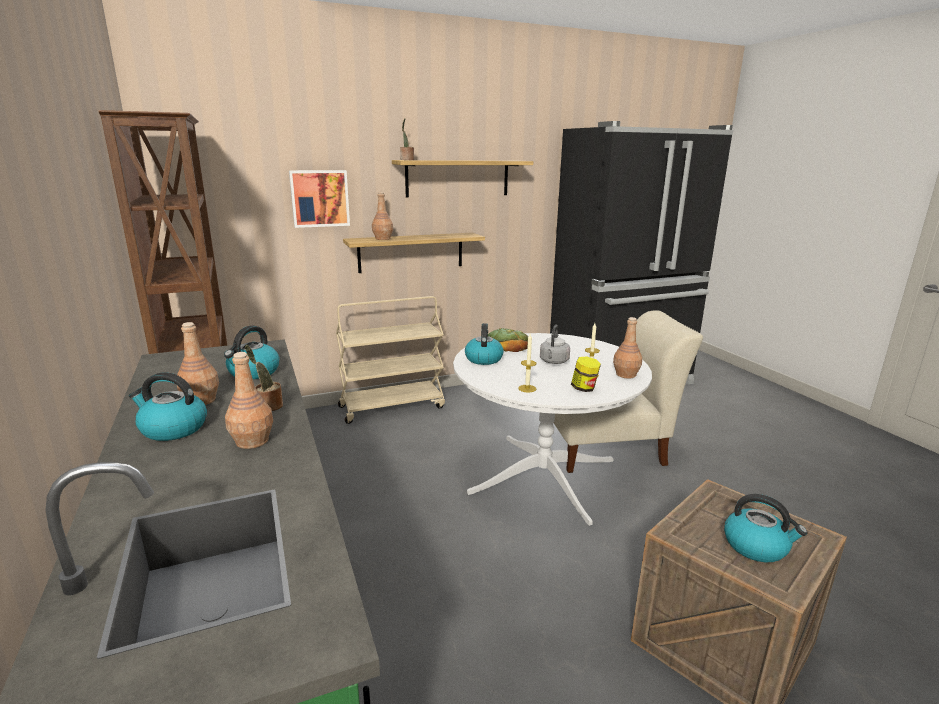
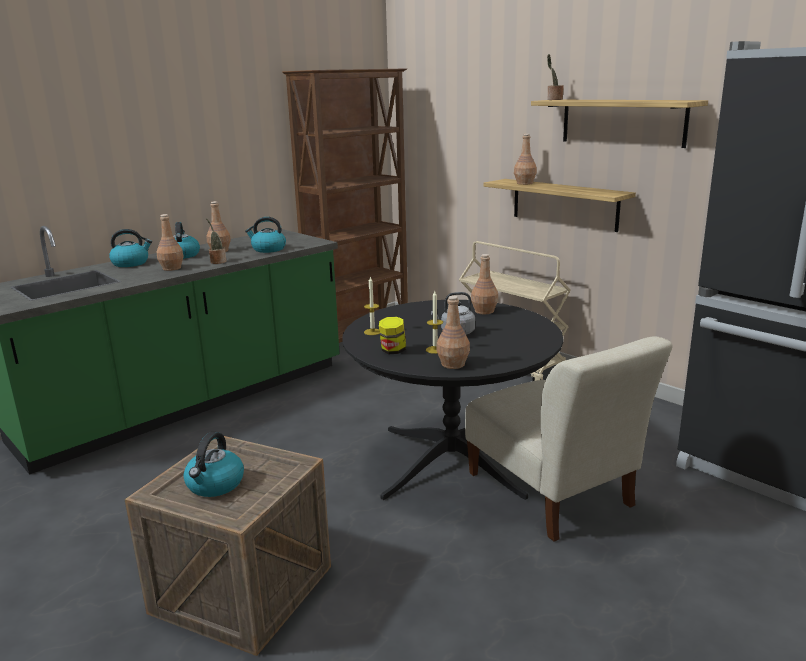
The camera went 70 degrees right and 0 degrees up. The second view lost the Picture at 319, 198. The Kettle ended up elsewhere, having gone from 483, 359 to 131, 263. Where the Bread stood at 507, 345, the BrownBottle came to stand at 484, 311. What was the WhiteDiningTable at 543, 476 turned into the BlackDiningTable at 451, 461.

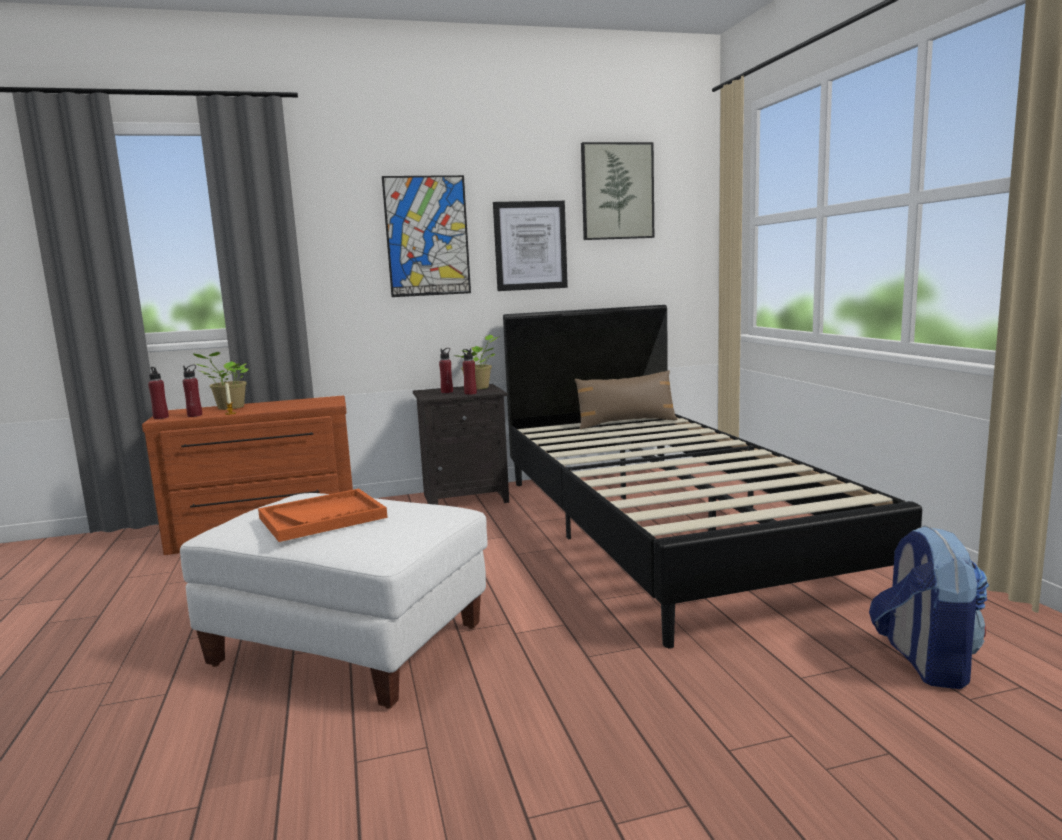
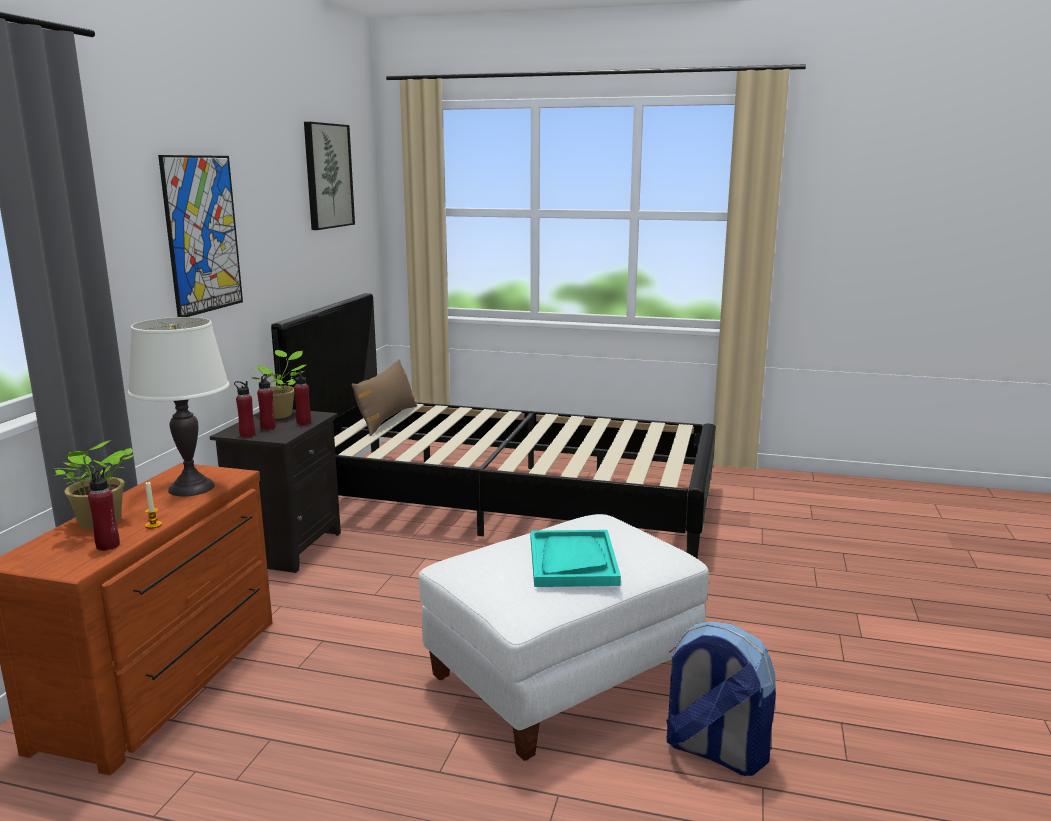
The camera went 60 degrees left and 5 degrees up. The second view lost the Picture at 530, 246. The second view gained the WhiteTableLamp at 191, 488. The RedBottle ended up elsewhere, having gone from 161, 417 to 247, 435. The Backpack ended up elsewhere, having gone from 924, 662 to 713, 751. What was the OrangeTray at 323, 517 turned into the TurquoiseTray at 572, 561.

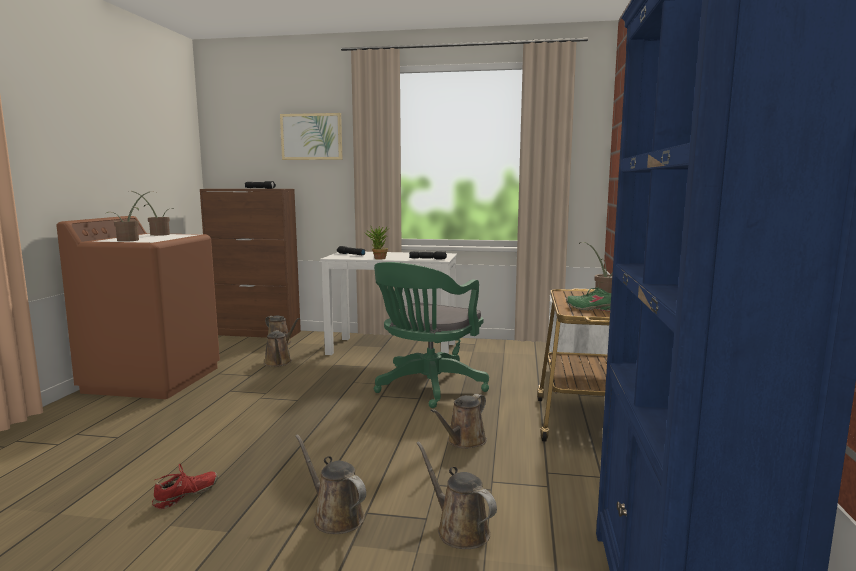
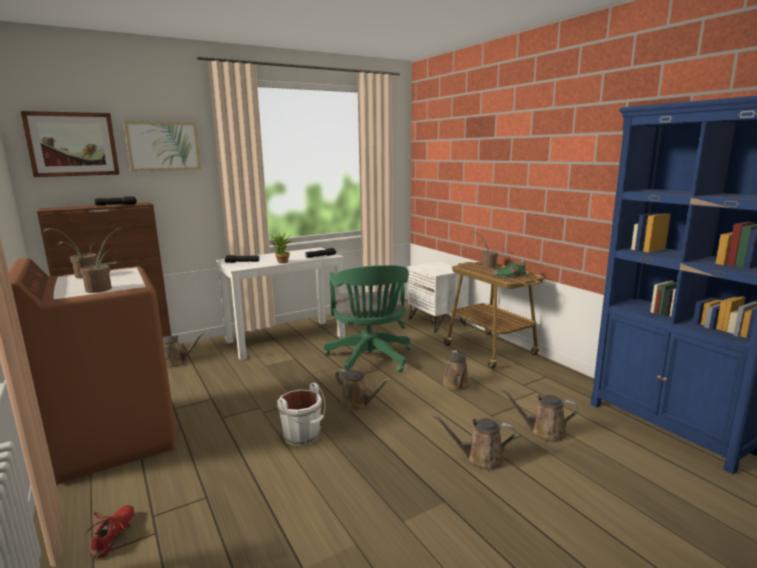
The camera went 40 degrees left and 5 degrees up. The second view gained the Picture at 72, 144. The second view gained the WhiteBucket at 303, 436. The RedShoe ended up elsewhere, having gone from 186, 495 to 114, 536. The BrownWateringCan ended up elsewhere, having gone from 278, 363 to 358, 403.

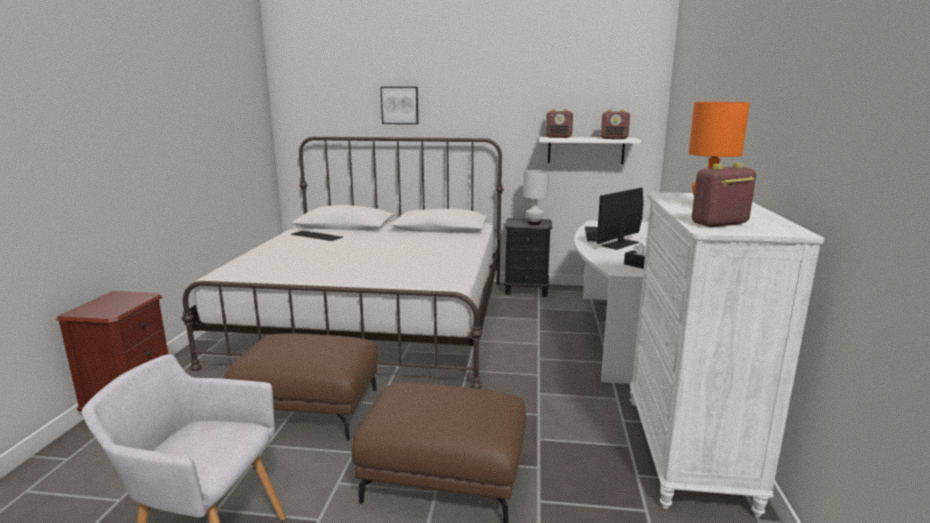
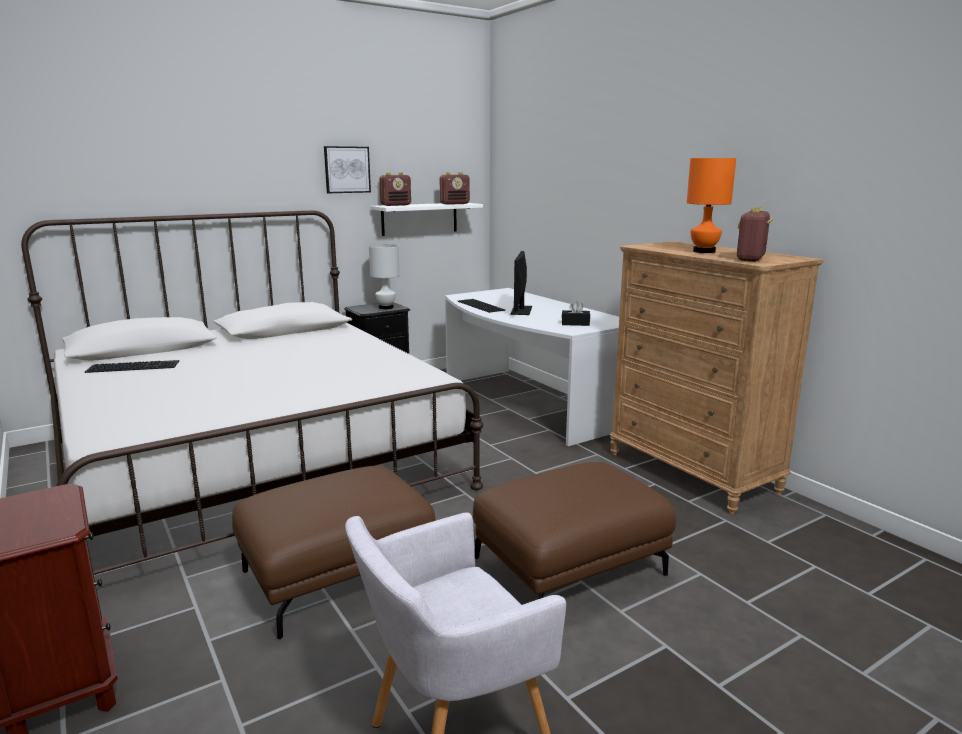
The camera went 40 degrees left and 0 degrees up. The Picture ended up elsewhere, having gone from 400, 105 to 347, 169. What was the WhiteDresser at 687, 451 turned into the BrownDresser at 692, 472.

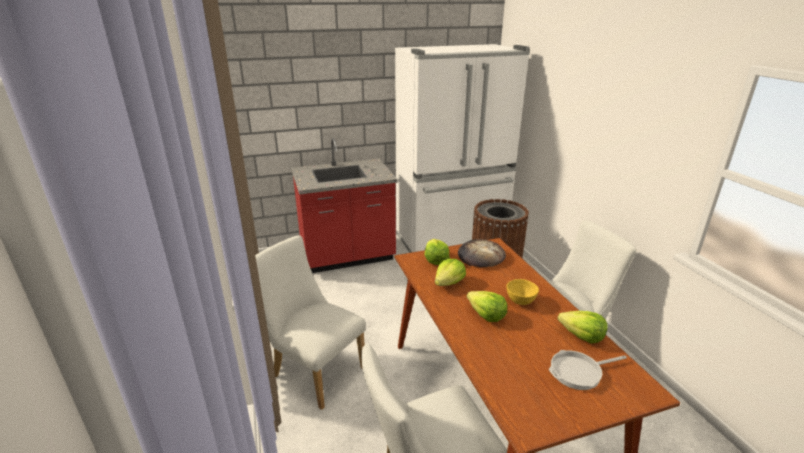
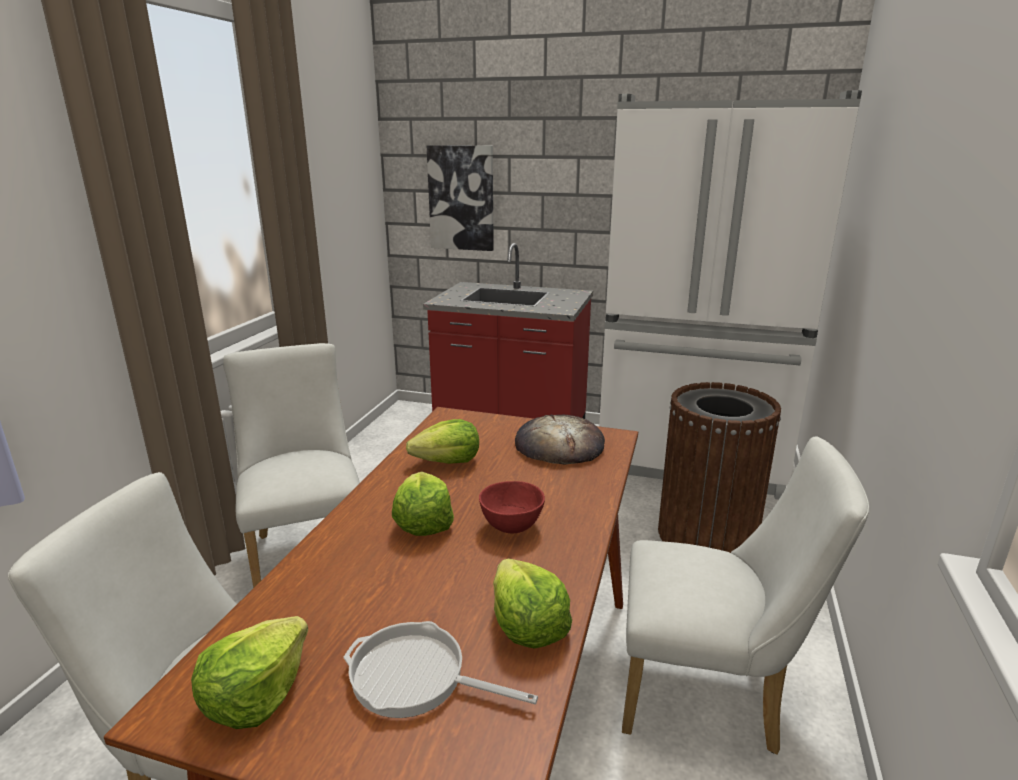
The camera went 35 degrees right and 5 degrees down. The second view gained the Picture at 461, 198. The Lettuce ended up elsewhere, having gone from 435, 260 to 256, 694. What was the YellowBowl at 520, 301 turned into the RedBowl at 510, 526.

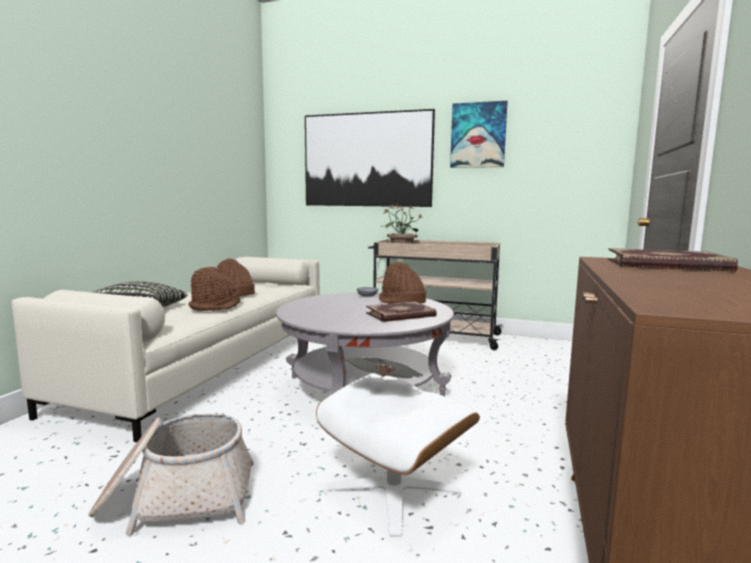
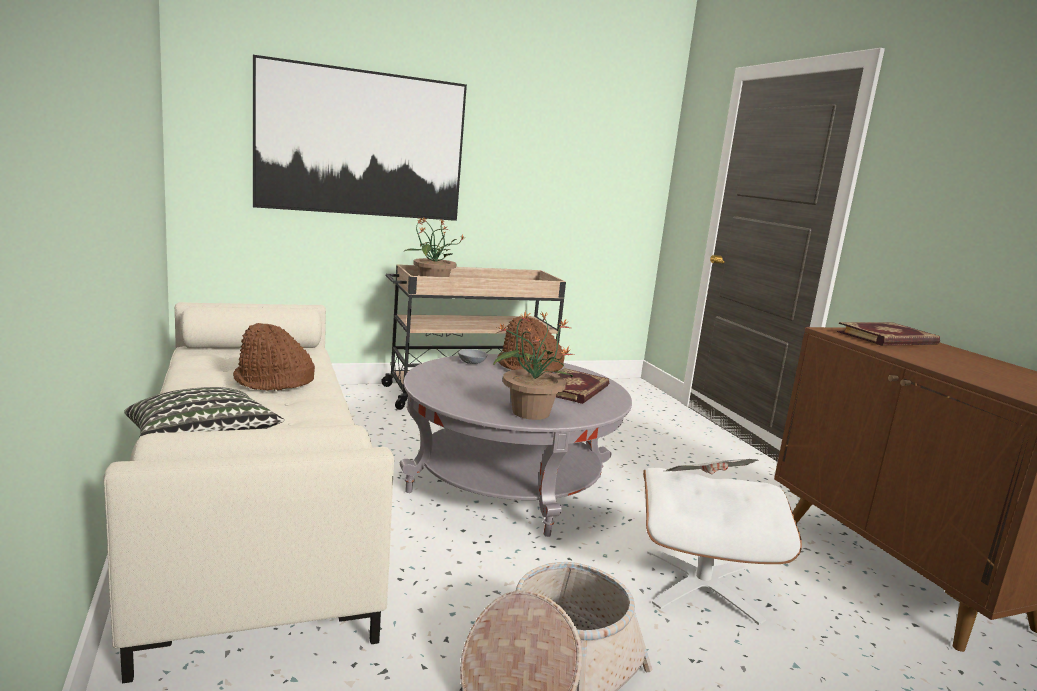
The camera went 40 degrees left and 5 degrees up. The second view lost the BrownHat at 215, 307. The second view lost the Picture at 478, 135. The second view gained the PottedPlant at 529, 412.

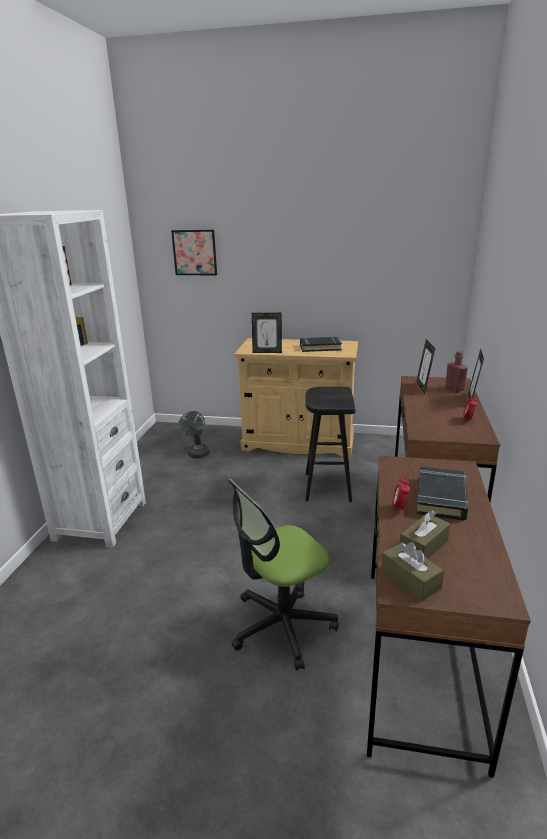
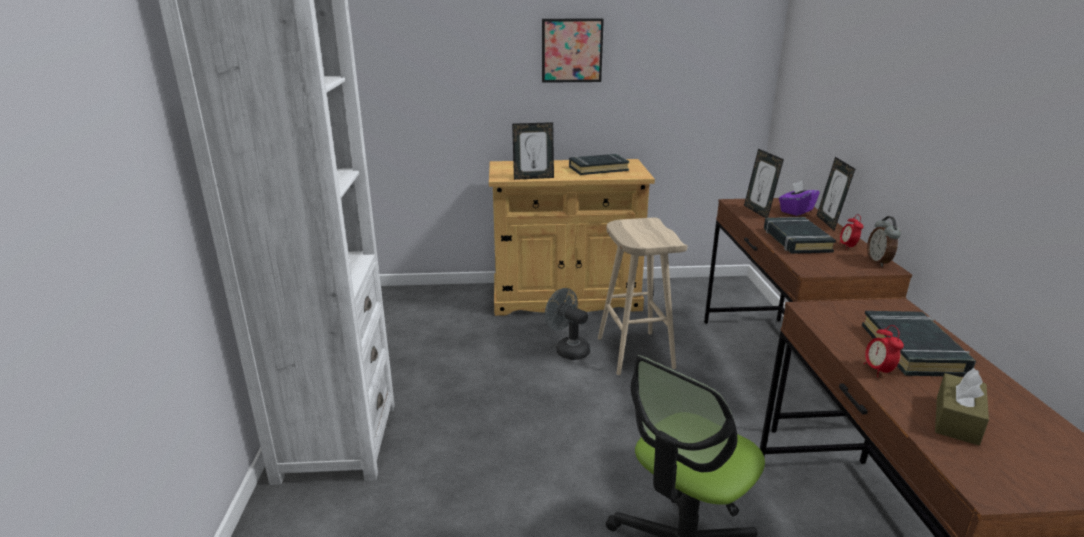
The camera went 15 degrees left and 0 degrees up. The second view lost the BrownTissueBox at 410, 579. The second view gained the BlackBook at 796, 240. The second view gained the AlarmClock at 879, 262. The Picture ended up elsewhere, having gone from 194, 252 to 572, 50. The GreyFan ended up elsewhere, having gone from 196, 452 to 568, 349. Where the RedBottle stood at 454, 388, the PurpleTissueBox came to stand at 796, 211. What was the BlackStool at 327, 486 turned into the BeigeStool at 634, 352.

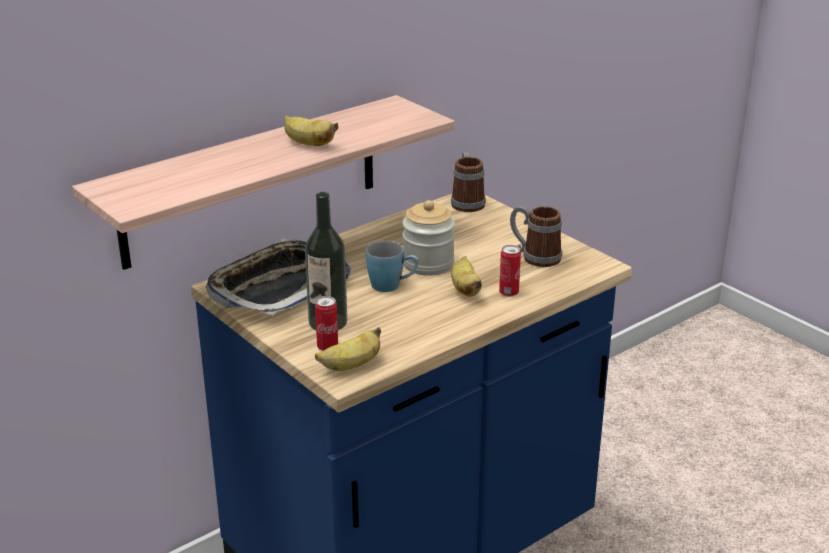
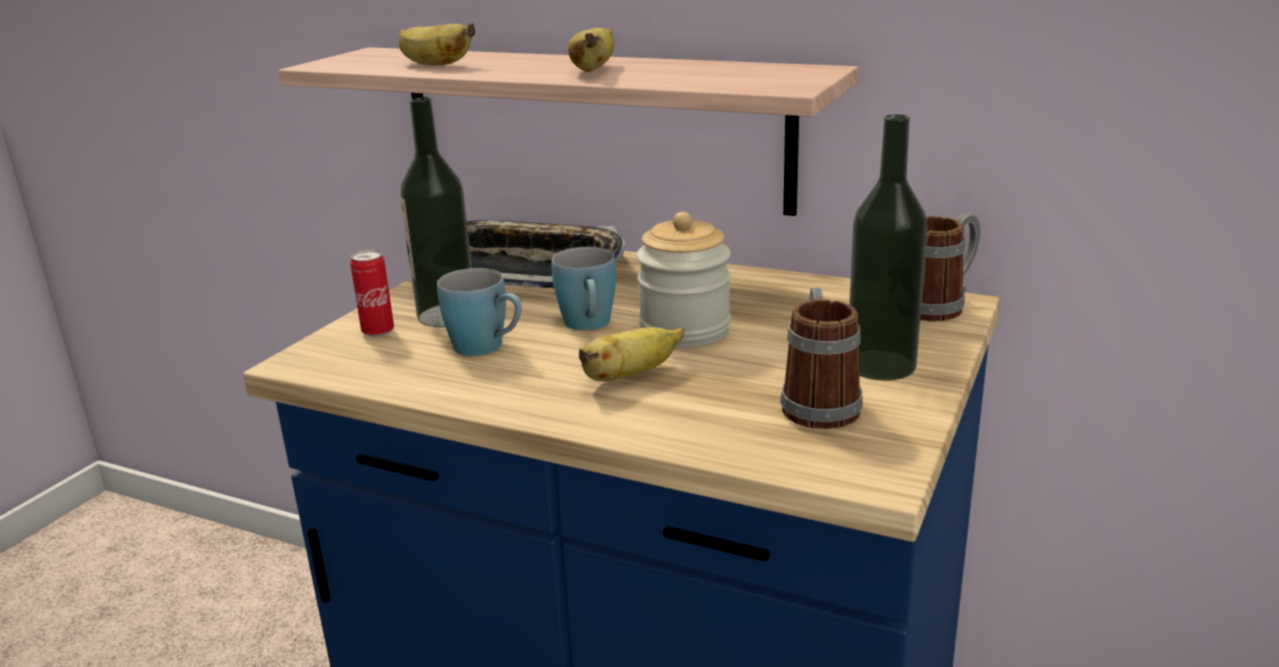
The camera went 65 degrees right and 5 degrees down. The second view lost the Can at 509, 293. The second view gained the BlueMug at 488, 348. The second view gained the Bottle at 881, 365. The Banana ended up elsewhere, having gone from 351, 366 to 434, 65.

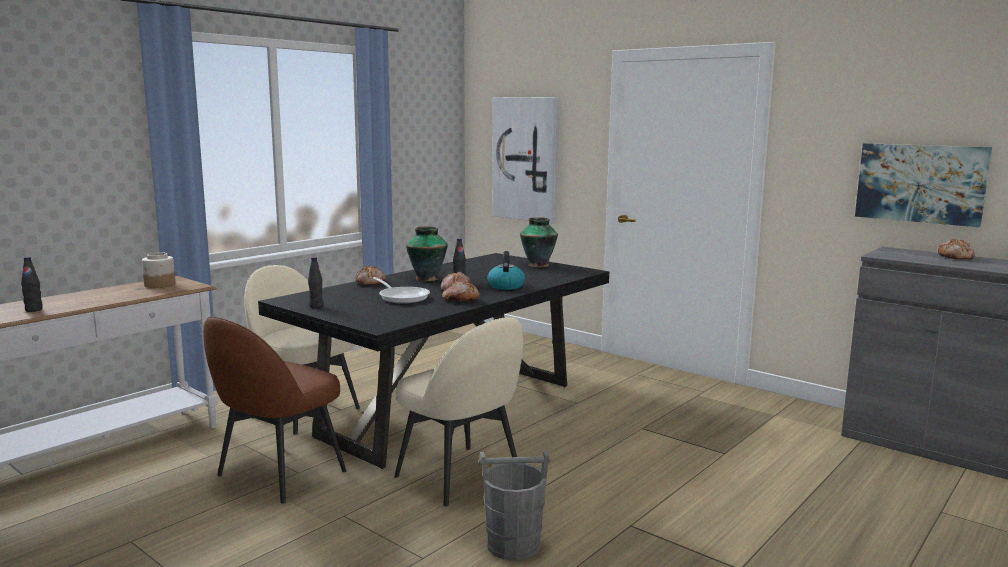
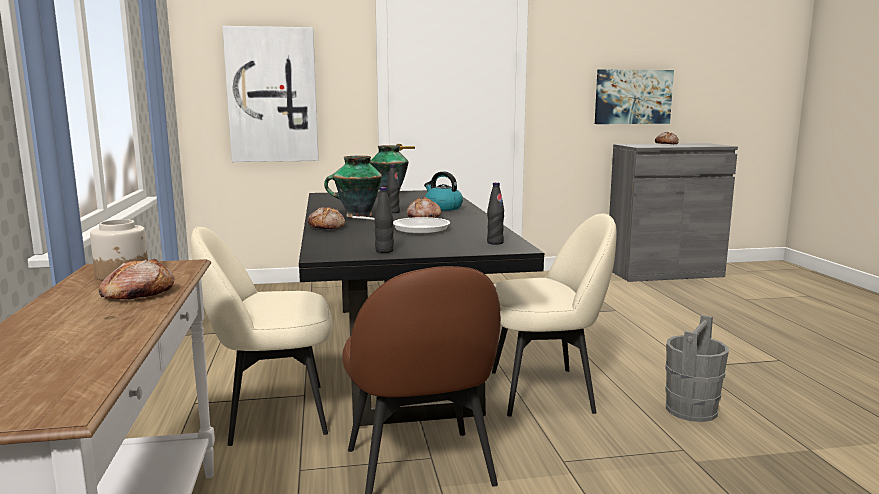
The camera went 50 degrees left and 0 degrees up. The BlackBottle ended up elsewhere, having gone from 34, 310 to 495, 242. The Bread ended up elsewhere, having gone from 460, 299 to 137, 294.

